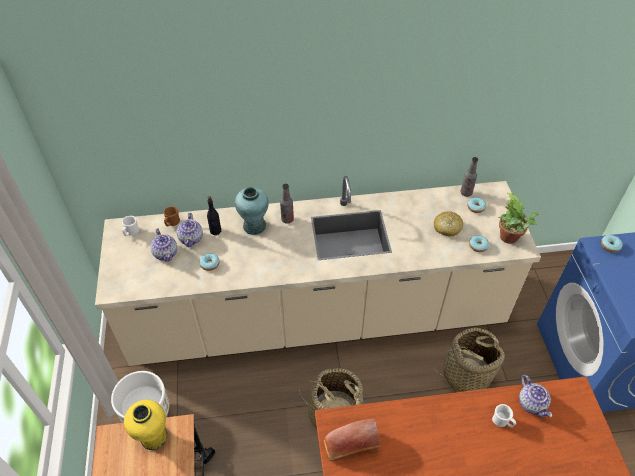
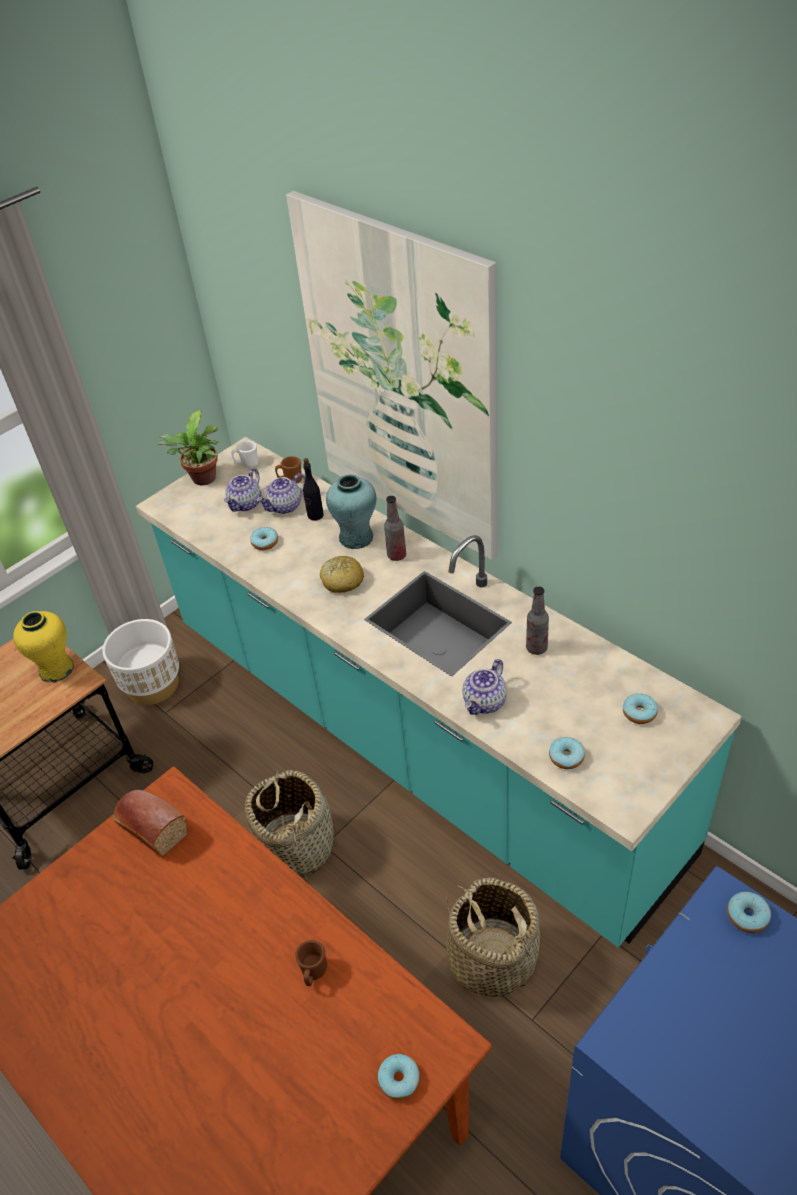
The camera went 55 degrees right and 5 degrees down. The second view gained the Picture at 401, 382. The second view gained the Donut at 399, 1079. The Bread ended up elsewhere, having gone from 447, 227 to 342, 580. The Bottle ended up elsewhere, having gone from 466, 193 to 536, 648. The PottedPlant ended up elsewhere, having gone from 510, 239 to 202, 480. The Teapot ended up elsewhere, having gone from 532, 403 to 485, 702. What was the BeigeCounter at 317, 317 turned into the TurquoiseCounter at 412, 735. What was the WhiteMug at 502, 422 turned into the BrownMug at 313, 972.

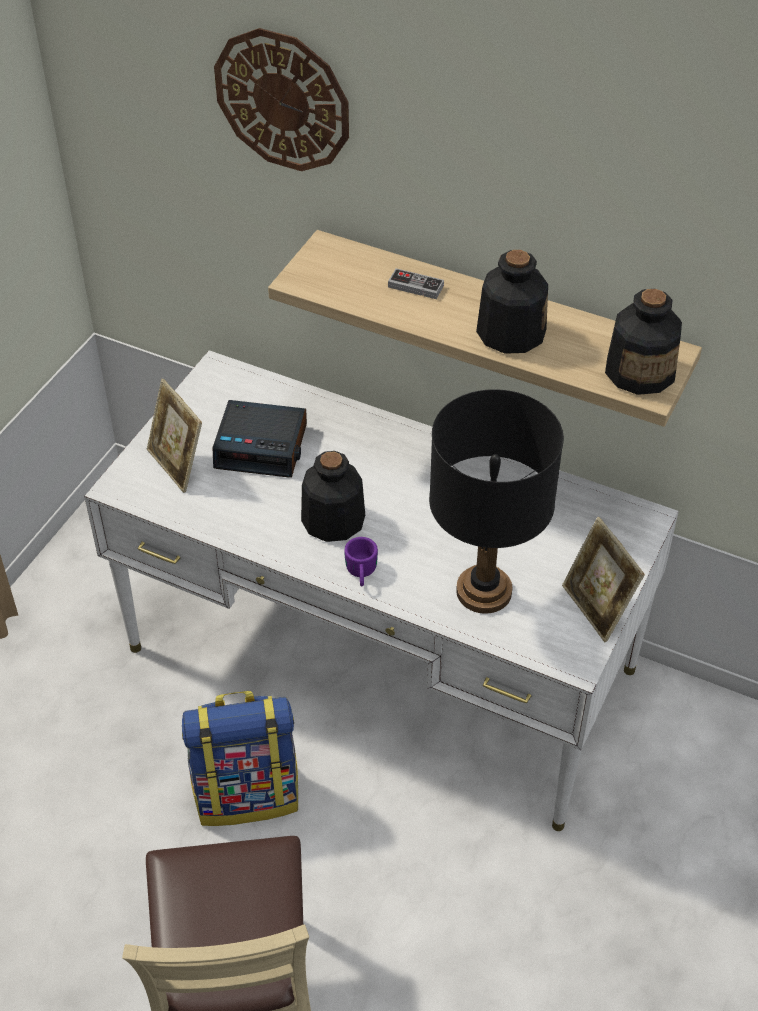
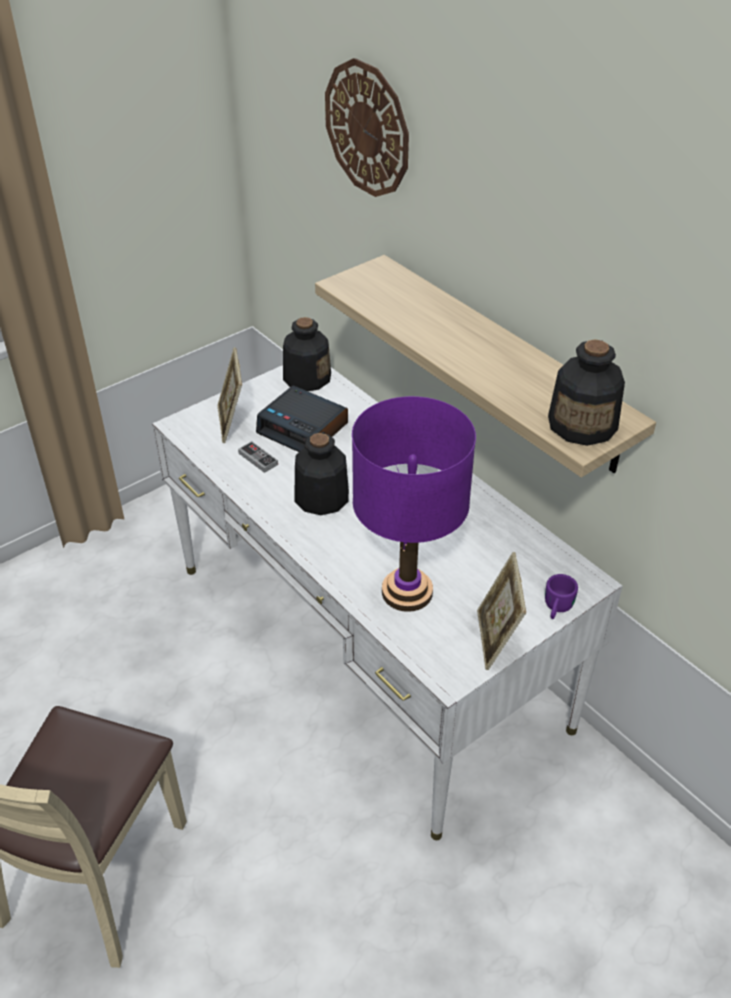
The camera went 25 degrees right and 5 degrees down. The second view lost the Backpack at 247, 793. The PurpleMug ended up elsewhere, having gone from 361, 574 to 556, 608. The GameController ended up elsewhere, having gone from 415, 286 to 258, 459. The Bottle ended up elsewhere, having gone from 510, 332 to 306, 378. What was the BlackTableLamp at 483, 591 turned into the PurpleTableLamp at 407, 591.

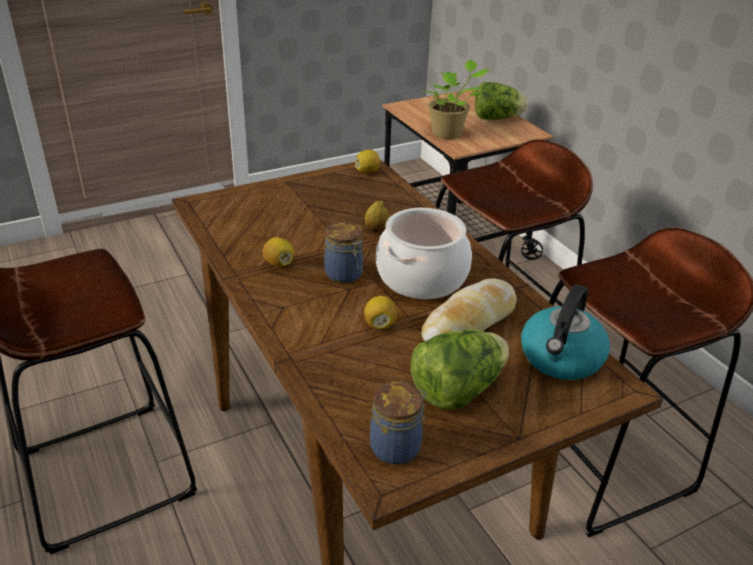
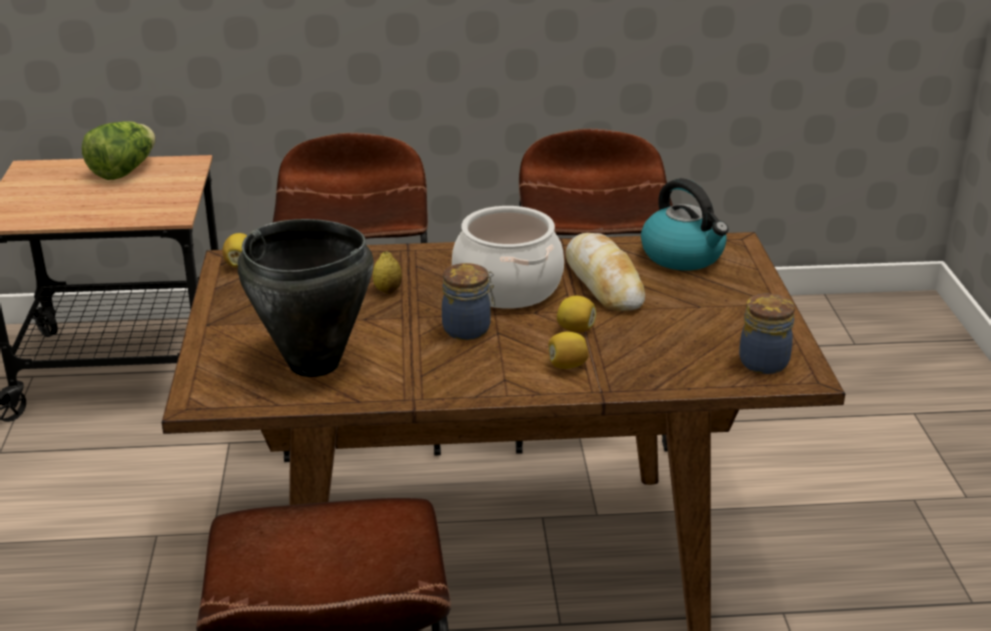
The camera went 65 degrees left and 5 degrees down. The second view lost the Lettuce at 457, 390. The second view lost the PottedPlant at 449, 133. The second view gained the BlackCookingPot at 314, 364. The Lemon ended up elsewhere, having gone from 279, 263 to 567, 365.

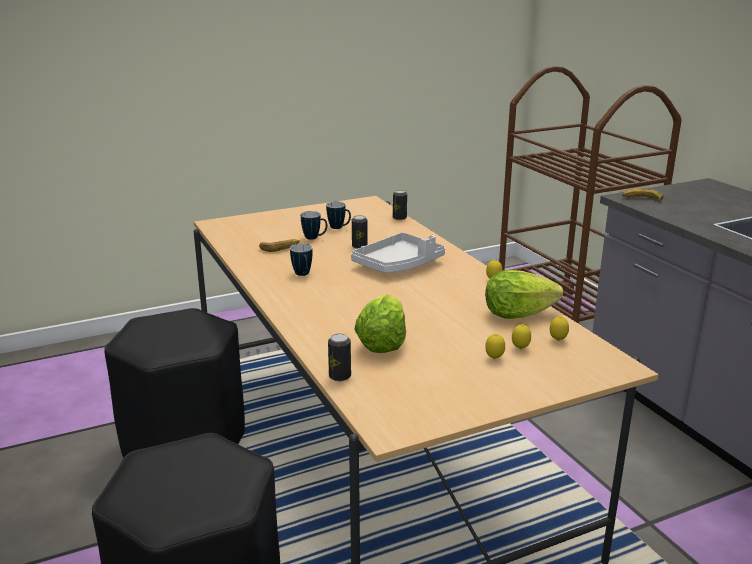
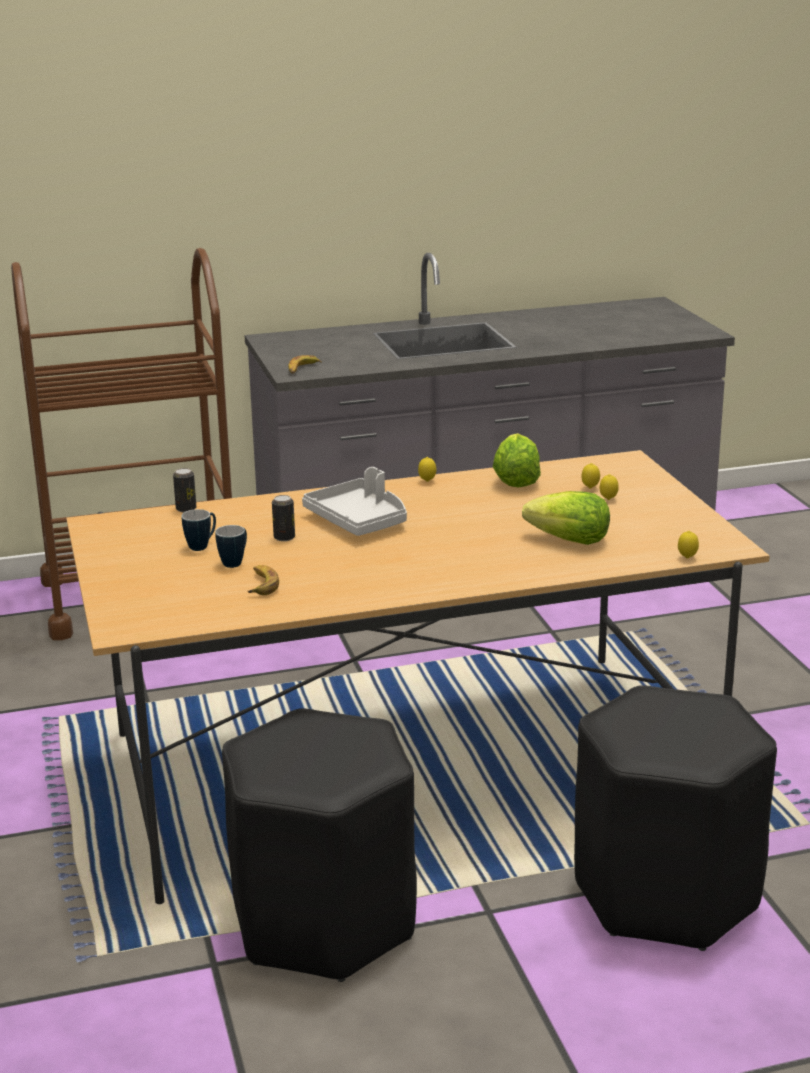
The camera went 80 degrees left and 0 degrees up. The second view lost the Mug at 303, 275. The second view lost the Can at 340, 376. The Lemon ended up elsewhere, having gone from 558, 340 to 687, 558.

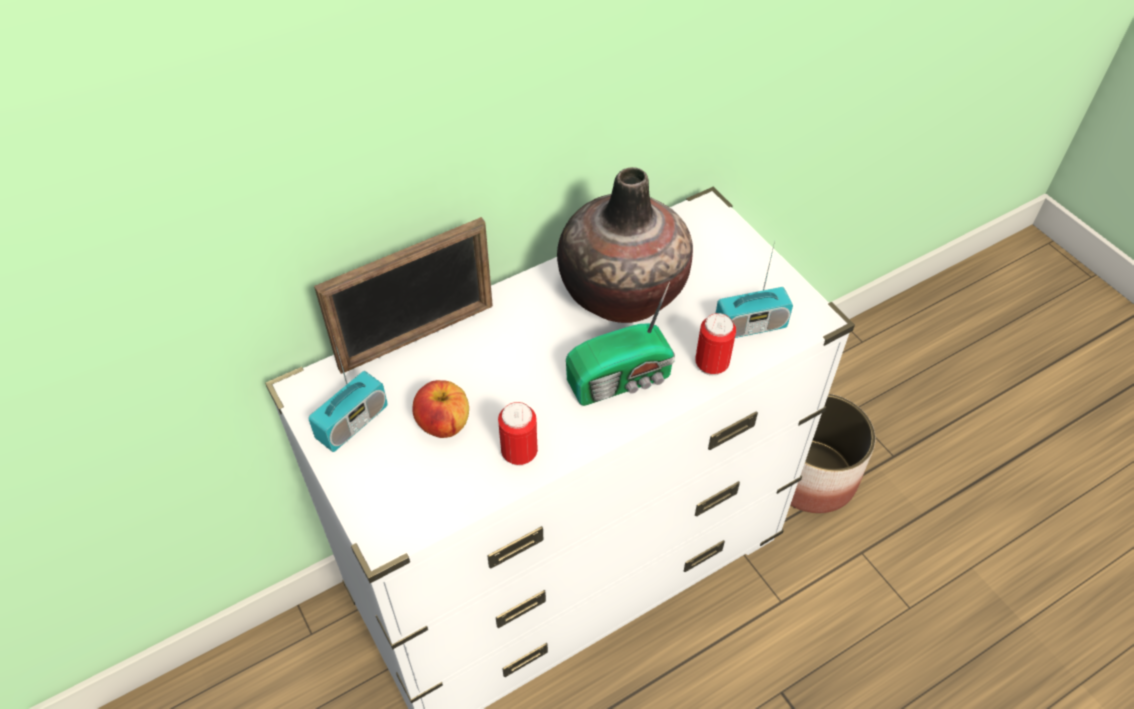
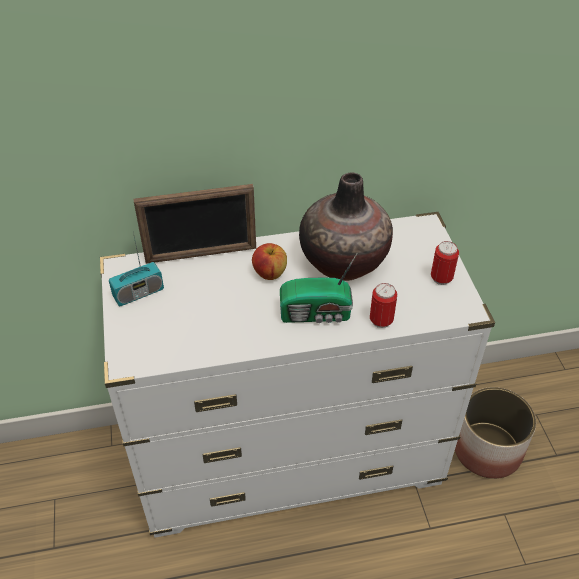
The camera went 20 degrees right and 5 degrees down. The second view lost the Radio at 750, 326. The Apple ended up elsewhere, having gone from 443, 424 to 269, 273. The Can ended up elsewhere, having gone from 519, 453 to 441, 278.

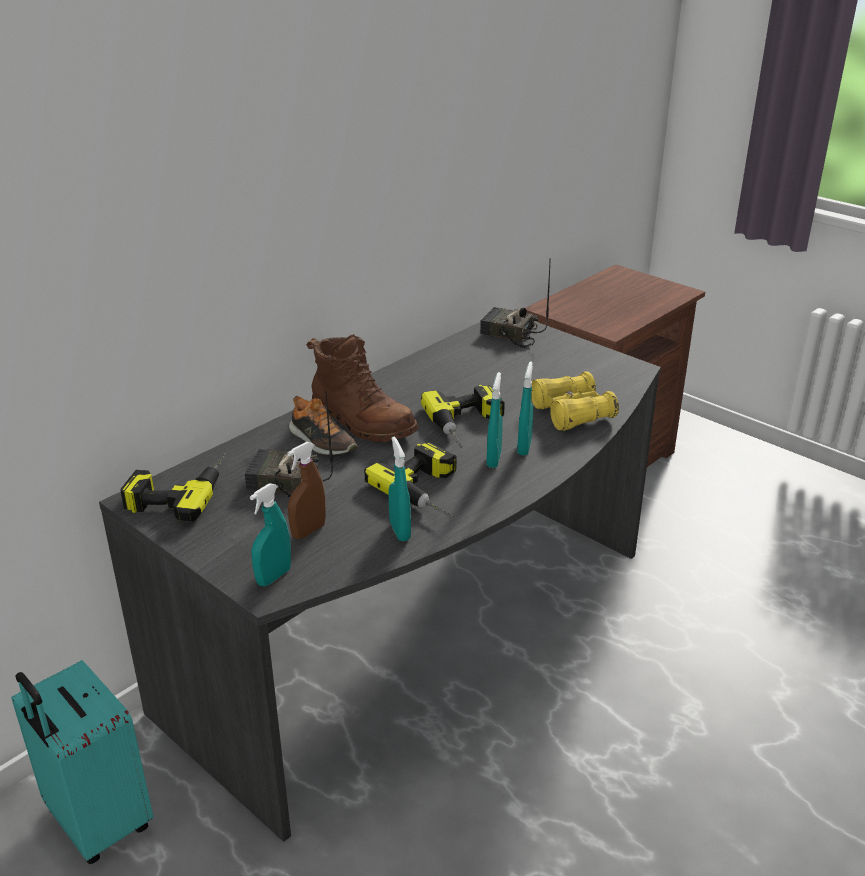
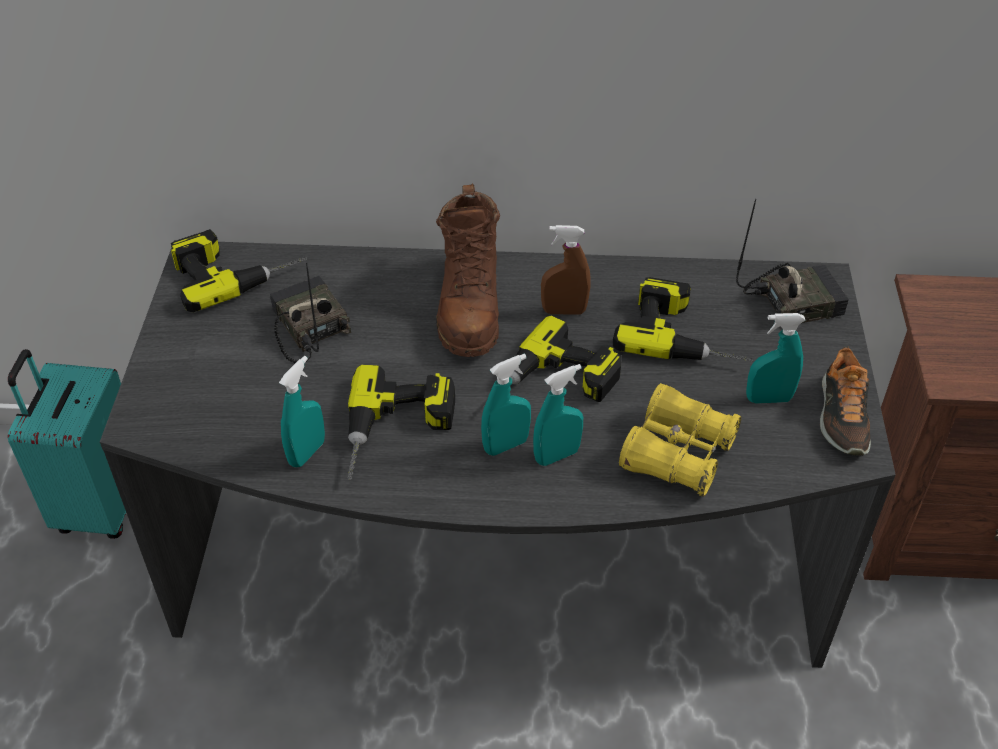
The camera went 50 degrees right and 15 degrees up. The second view gained the PowerDrill at 686, 333. The TurquoiseSprayBottle ended up elsewhere, having gone from 273, 577 to 768, 399. The BrownSprayBottle ended up elsewhere, having gone from 308, 531 to 564, 311. The Shoe ended up elsewhere, having gone from 321, 442 to 842, 417. The Radio at 509, 334 ended up facing another way, 90 degrees clockwise from before.

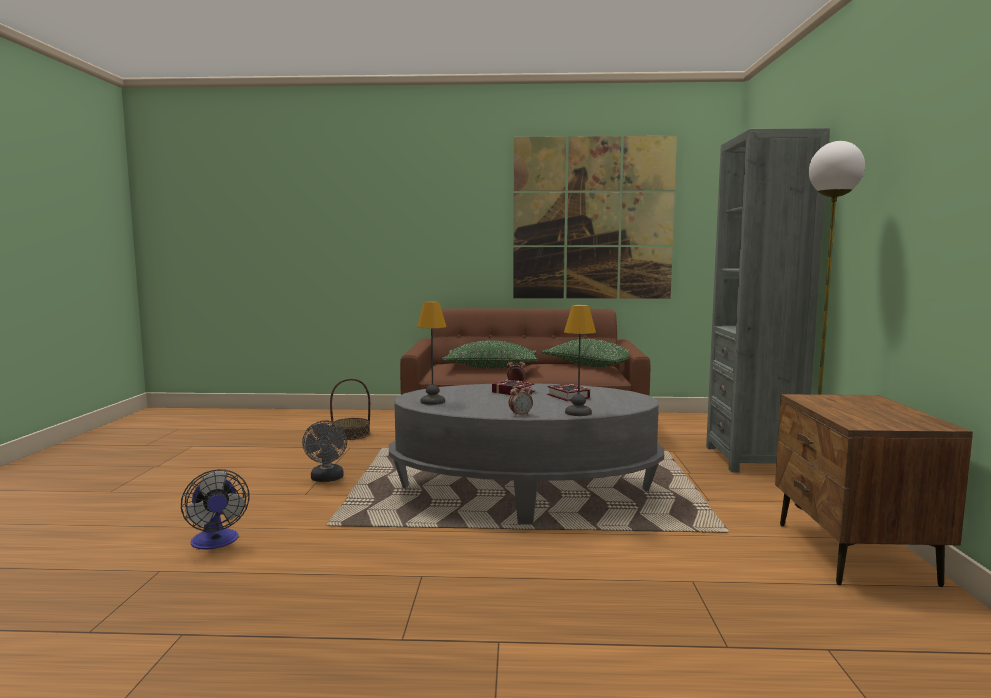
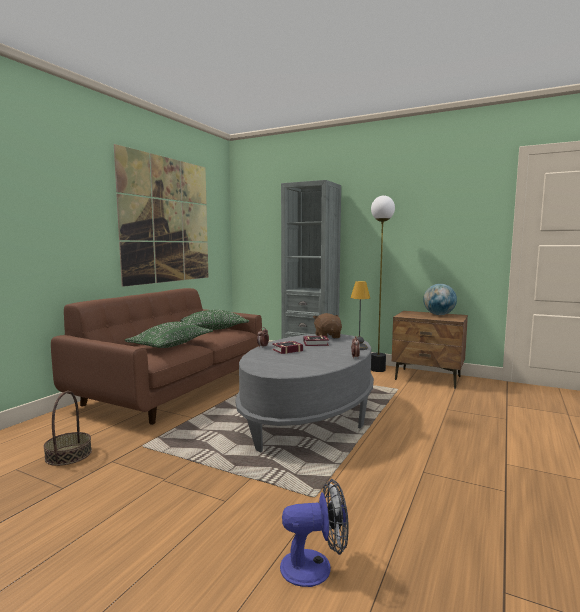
The camera went 65 degrees left and 0 degrees up. The second view lost the GreyFan at 327, 479. The second view lost the TableLamp at 432, 402. The second view gained the BrownPlushToy at 328, 336. The second view gained the Globe at 438, 315.

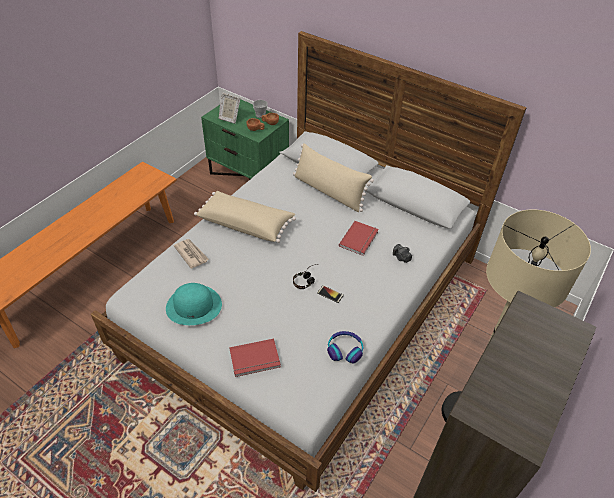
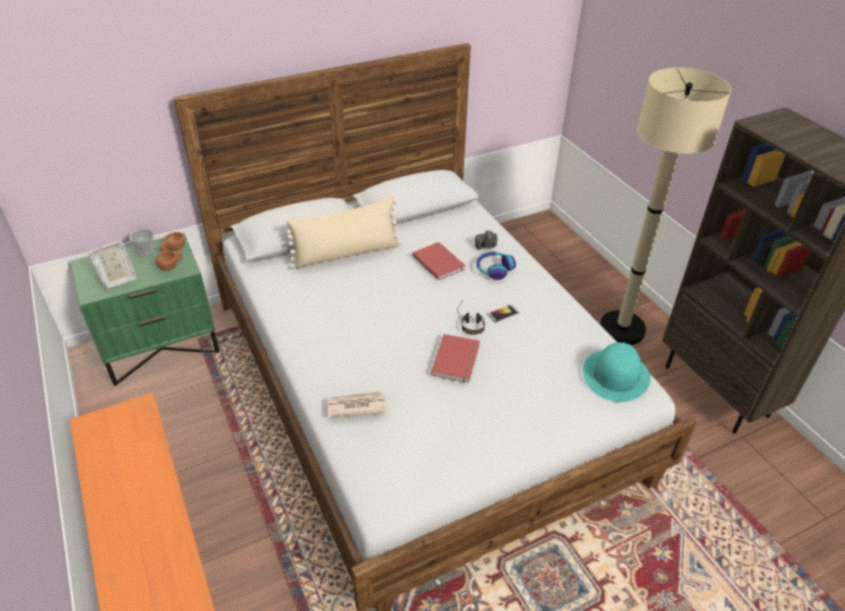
The camera went 60 degrees left and 5 degrees down. The second view lost the BeigePillow at 246, 223. The TurquoiseHat ended up elsewhere, having gone from 194, 305 to 615, 375. The RedBook ended up elsewhere, having gone from 255, 360 to 457, 360. The Headphones ended up elsewhere, having gone from 345, 350 to 494, 269.

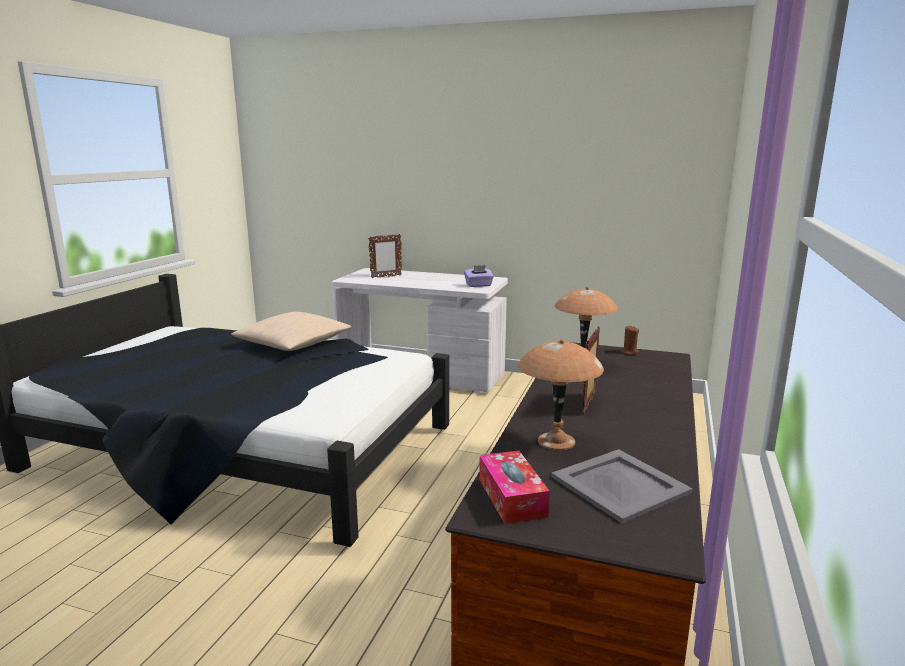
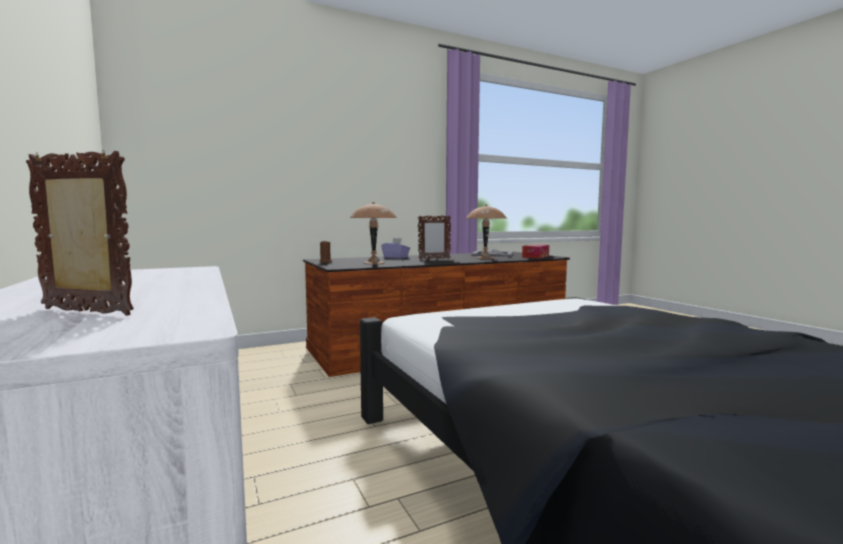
The camera went 135 degrees left and 10 degrees down. The second view lost the BeigePillow at 293, 344. The PurpleTissueBox ended up elsewhere, having gone from 478, 285 to 396, 257.

